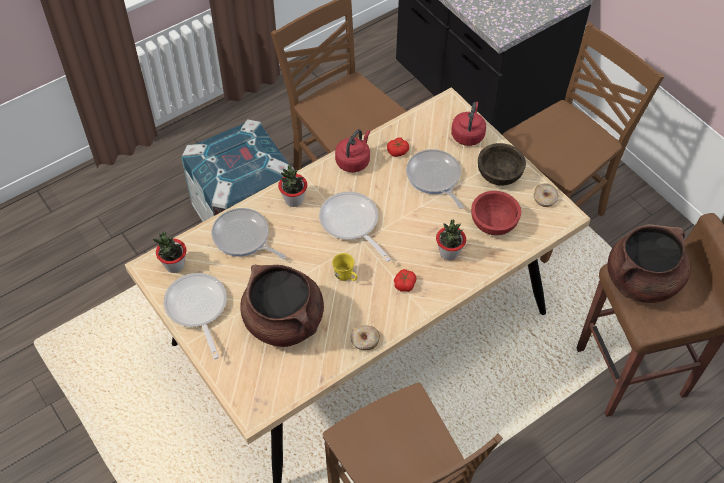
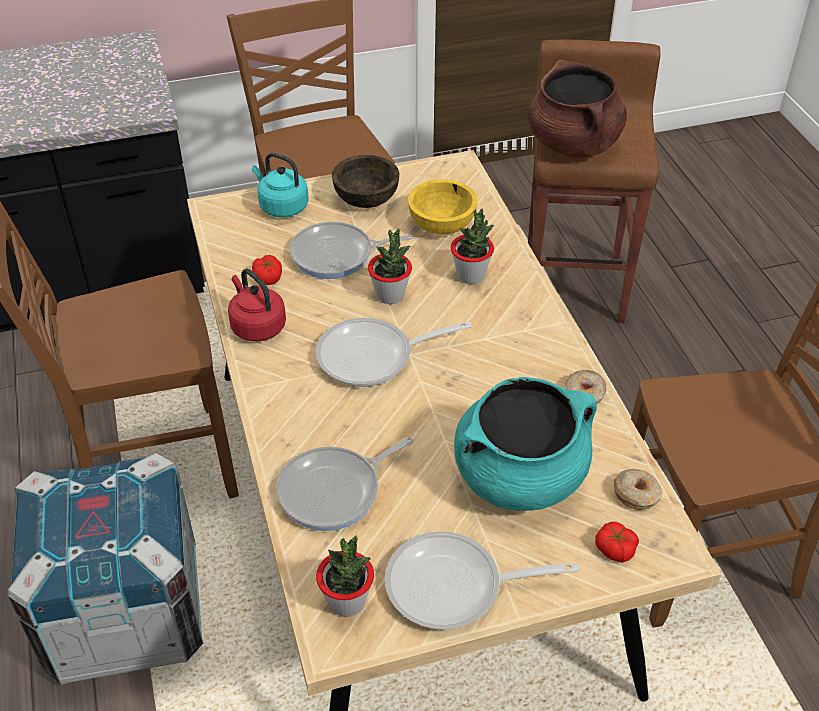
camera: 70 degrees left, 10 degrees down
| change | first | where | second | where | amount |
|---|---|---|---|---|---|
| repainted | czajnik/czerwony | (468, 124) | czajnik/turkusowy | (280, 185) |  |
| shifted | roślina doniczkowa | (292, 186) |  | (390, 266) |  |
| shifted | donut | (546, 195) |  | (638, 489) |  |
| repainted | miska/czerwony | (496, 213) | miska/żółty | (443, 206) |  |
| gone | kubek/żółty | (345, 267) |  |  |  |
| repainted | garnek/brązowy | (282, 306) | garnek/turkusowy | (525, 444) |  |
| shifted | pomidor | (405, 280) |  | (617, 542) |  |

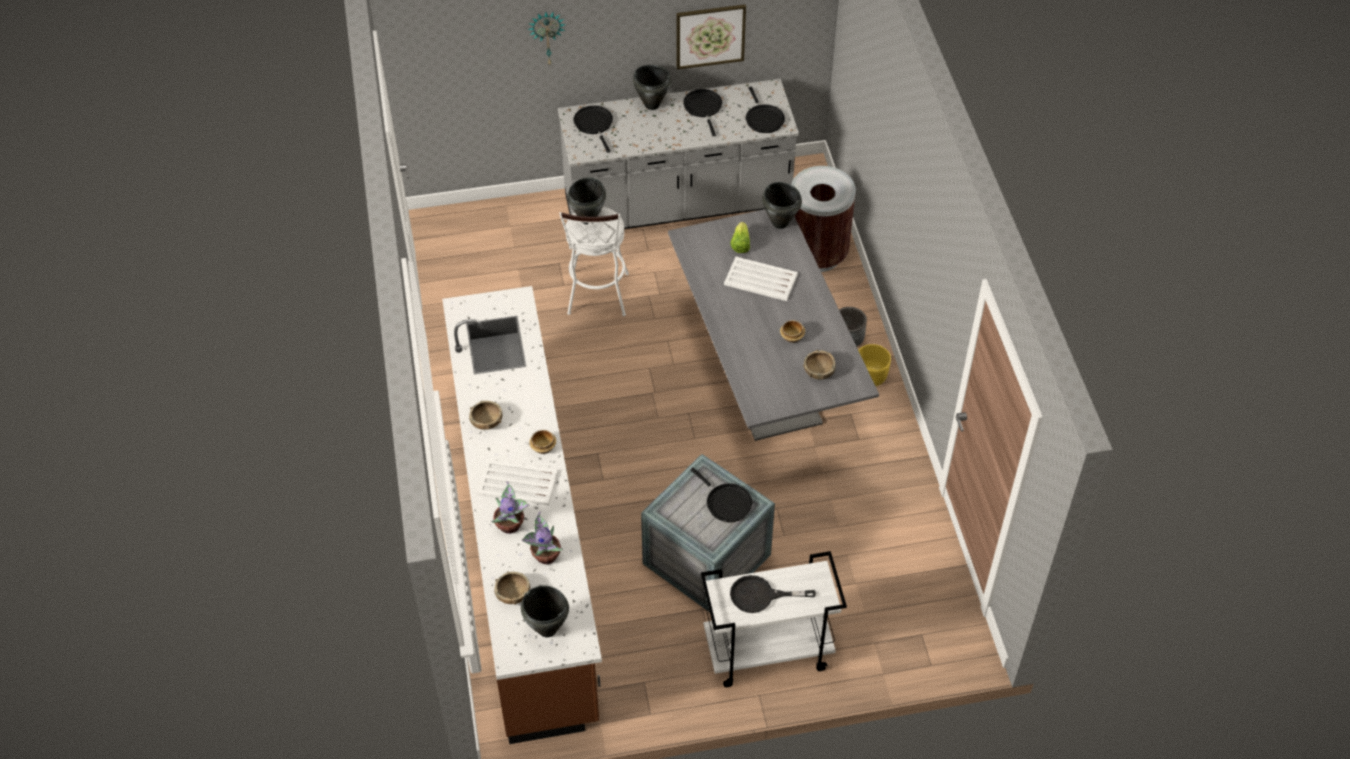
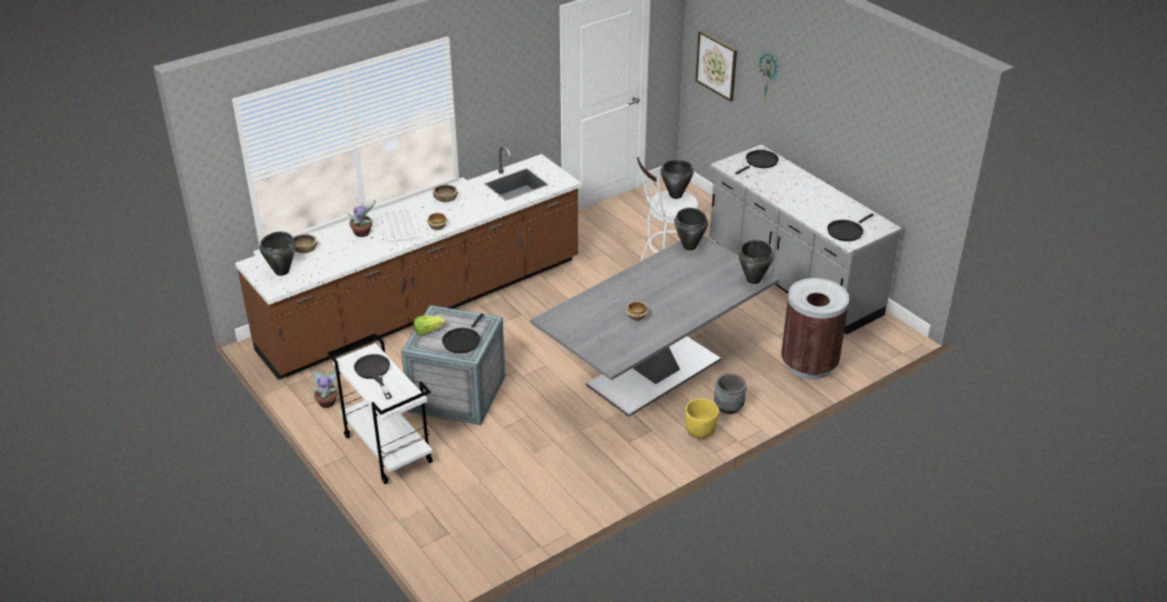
camera: 65 degrees right, 15 degrees down
| change | first | where | second | where | amount |
|---|---|---|---|---|---|
| shifted | obraz | (711, 37) |  | (716, 66) |  |
| shifted | garnek/czarny | (652, 87) |  | (691, 229) |  |
| gone | patelnia/czarny | (702, 112) |  |  |  |
| shifted | sałata | (740, 237) |  | (430, 326) |  |
| gone | taca/biały | (761, 279) |  |  |  |
| gone | miska/brązowy | (819, 364) |  |  |  |
| shifted | roślina doniczkowa | (542, 538) |  | (324, 388) |  |

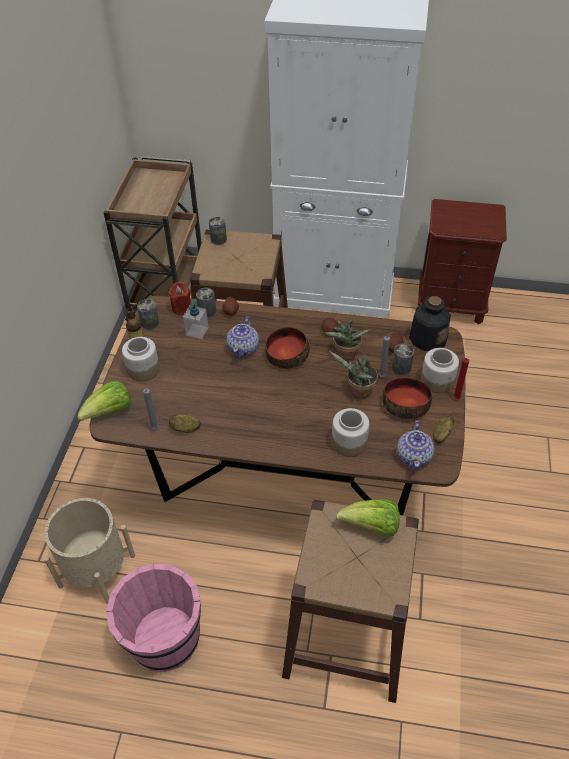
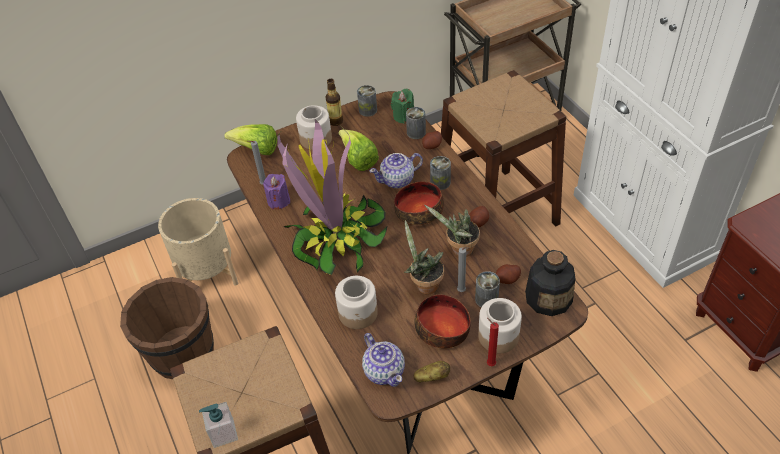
camera: 55 degrees right, 0 degrees up
| change | first | where | second | where | amount |
|---|---|---|---|---|---|
| shifted | puszka | (218, 231) |  | (440, 173) |  |
| repainted | świeca/czerwony | (180, 298) | świeca/zielony | (402, 106) |  |
| shifted | dozownik mydła | (196, 319) |  | (218, 425) |  |
| swapped | ziemniak | (185, 423) | świeca/fioletowy | (276, 192) |  |
| rotated | imbryk | (416, 445) |  | (383, 360) | 90 degrees counterclockwise |
| shifted | sałata | (368, 517) |  | (358, 150) |  |
| repainted | wiadro/różowy | (153, 618) | wiadro/brązowy | (167, 328) |  |
| new |  |  | roślina doniczkowa | (332, 196) |  |

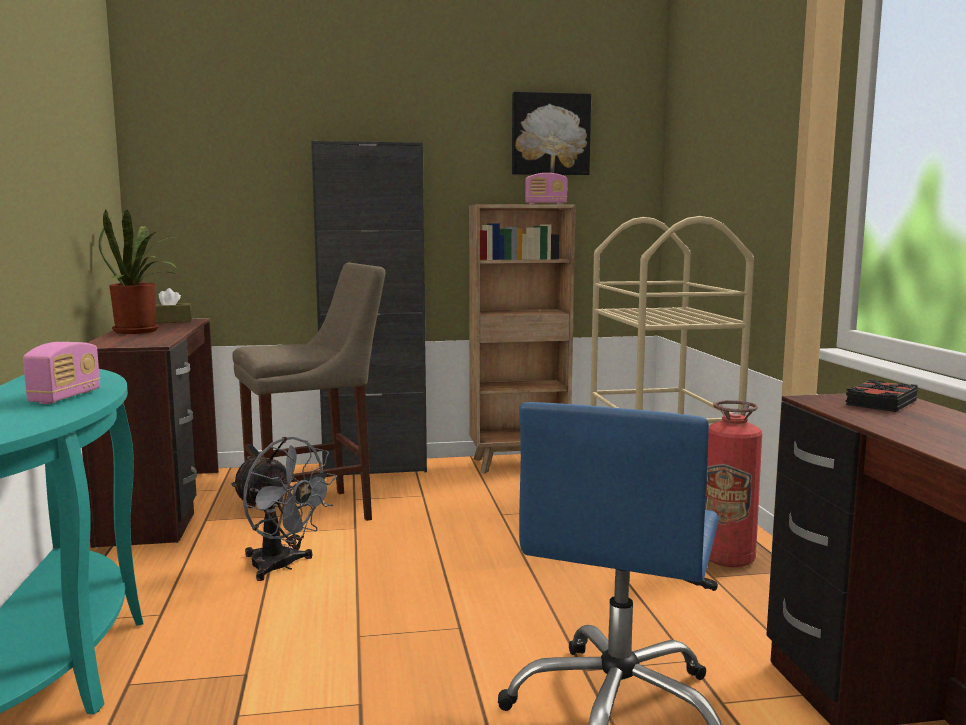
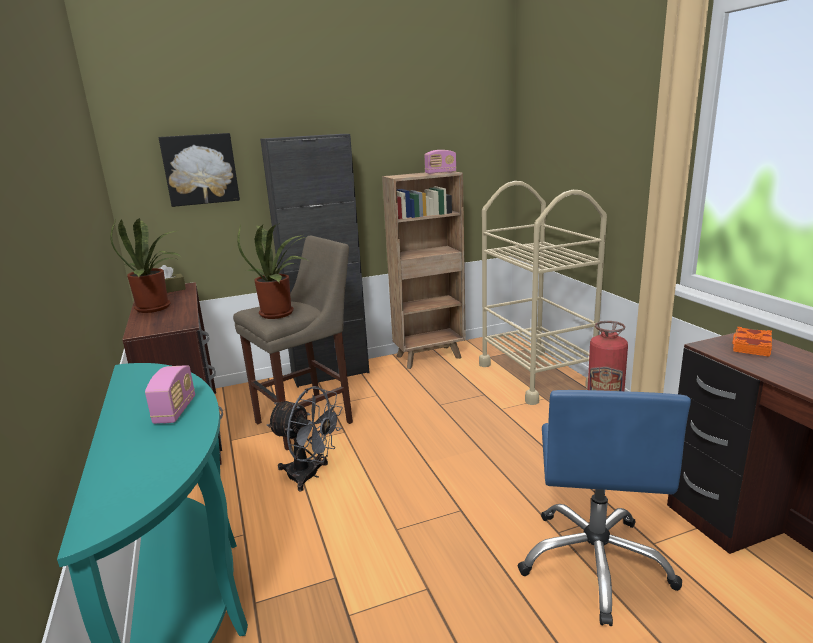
camera: 10 degrees left, 10 degrees up
| change | first | where | second | where | amount |
|---|---|---|---|---|---|
| shifted | obraz | (551, 133) |  | (199, 170) |  |
| repainted | książka/czarny | (881, 395) | książka/pomarańczowy | (752, 342) |  |
| new |  |  | roślina doniczkowa | (272, 271) |  |

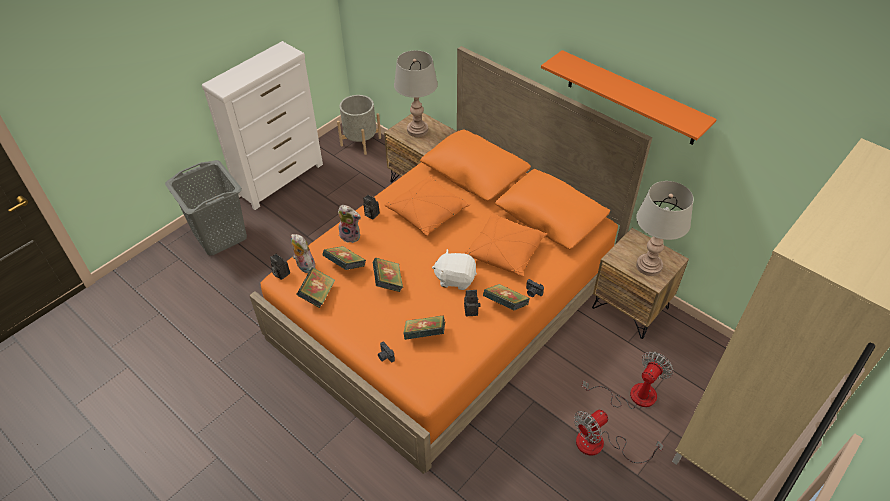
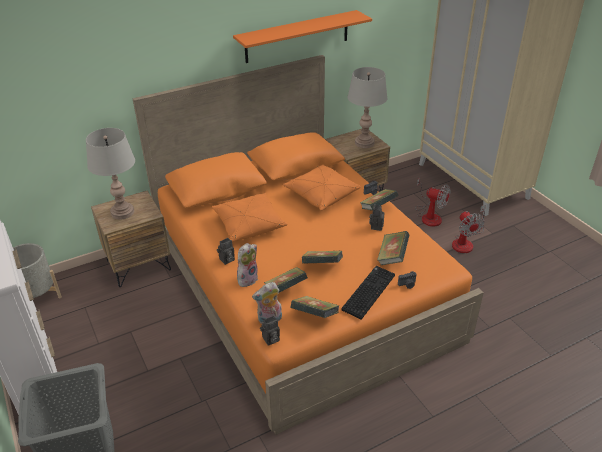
camera: 70 degrees left, 10 degrees down
| change | first | where | second | where | amount |
|---|---|---|---|---|---|
| gone | pluszak/biały | (454, 269) |  |  |  |
| rotated | wentylator | (628, 380) |  | (433, 202) | 150 degrees clockwise |
| new |  |  | klawiatura | (368, 293) |  |

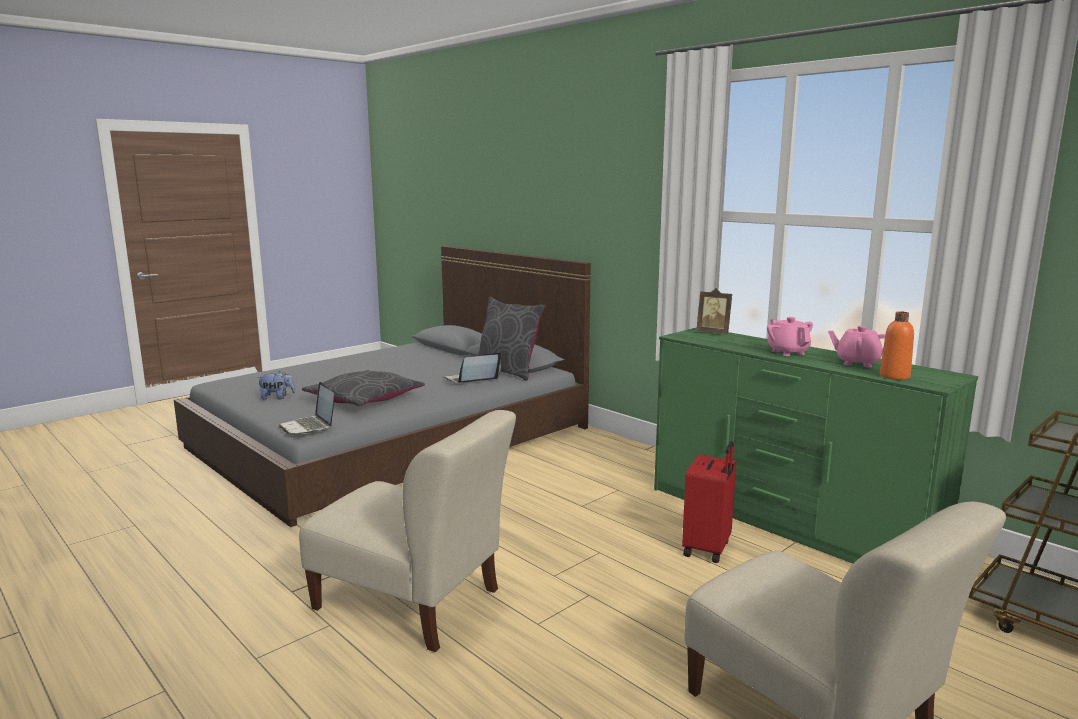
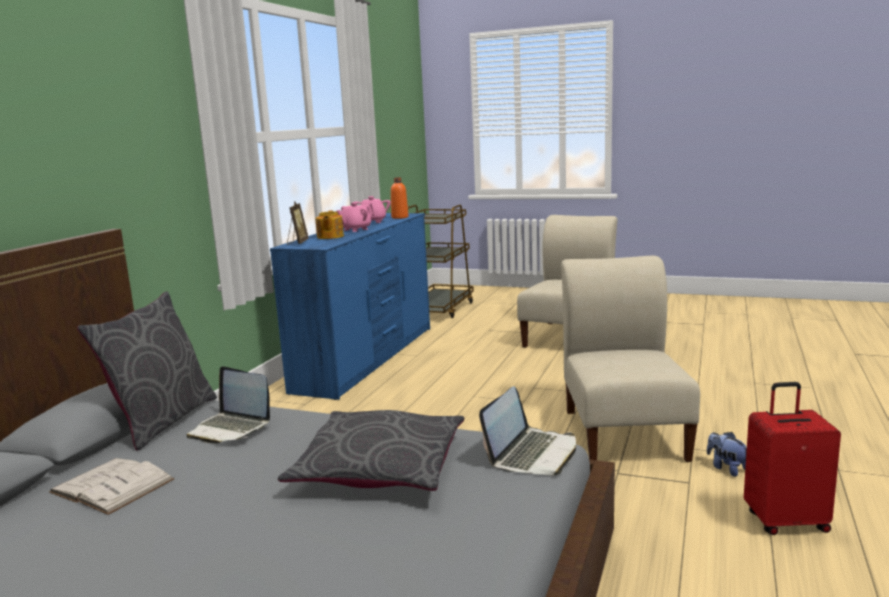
camera: 115 degrees left, 0 degrees up
| change | first | where | second | where | amount |
|---|---|---|---|---|---|
| repainted | komoda/zielony | (816, 445) | komoda/niebieski | (350, 306) |  |
| shifted | pluszak | (276, 385) |  | (727, 454) |  |
| shifted | walizka/czerwony | (709, 502) |  | (792, 458) |  |
| new |  |  | imbryk | (329, 224) |  |
| new |  |  | książka/biały | (111, 486) |  |

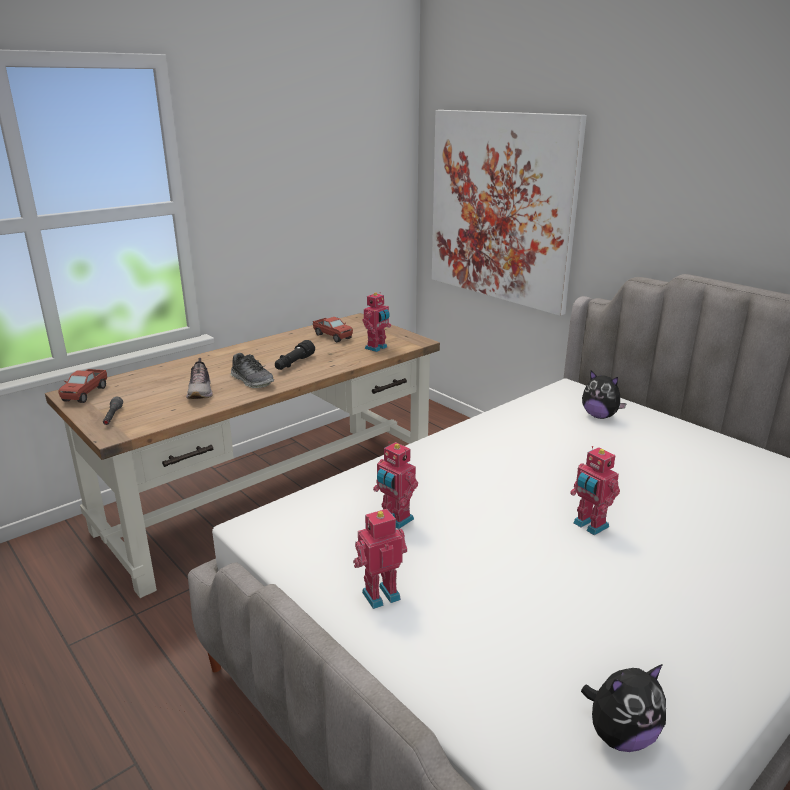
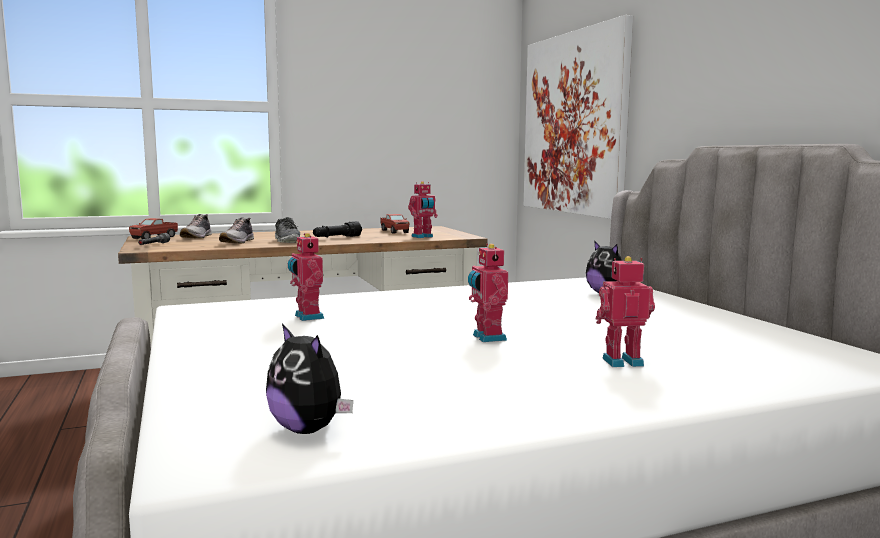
camera: 20 degrees right, 15 degrees down
| change | first | where | second | where | amount |
|---|---|---|---|---|---|
| shifted | robot zabawkowy | (380, 559) |  | (625, 311) |  |
| rotated | pluszak | (623, 708) |  | (309, 379) | 45 degrees clockwise |
| new |  |  | but | (196, 226) |  |

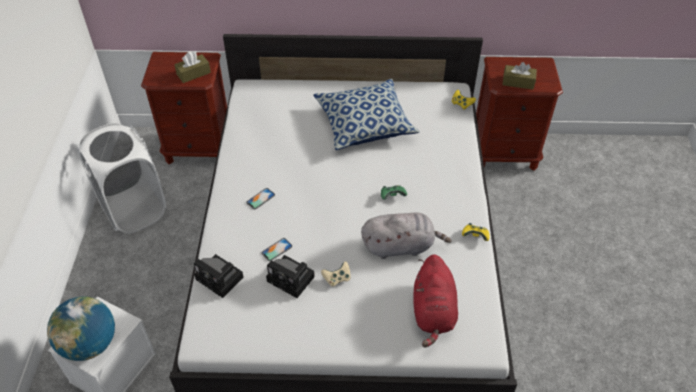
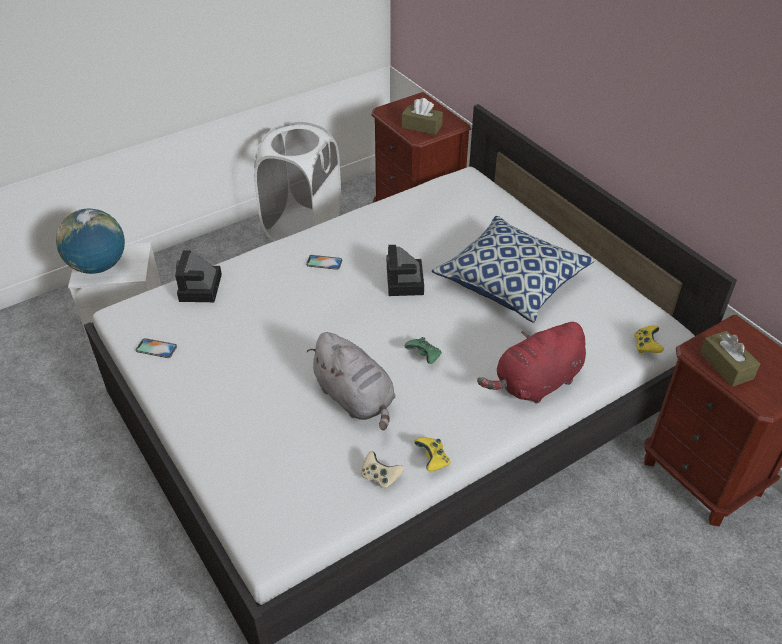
camera: 55 degrees right, 5 degrees down
| change | first | where | second | where | amount |
|---|---|---|---|---|---|
| shifted | telefon | (277, 249) |  | (156, 348) |  |
| shifted | pluszak/czerwony | (436, 301) |  | (531, 363) |  |
| shifted | aparat fotograficzny | (290, 276) |  | (405, 270) |  |
| shifted | pad do gier/beżowy | (335, 273) |  | (382, 470) |  |

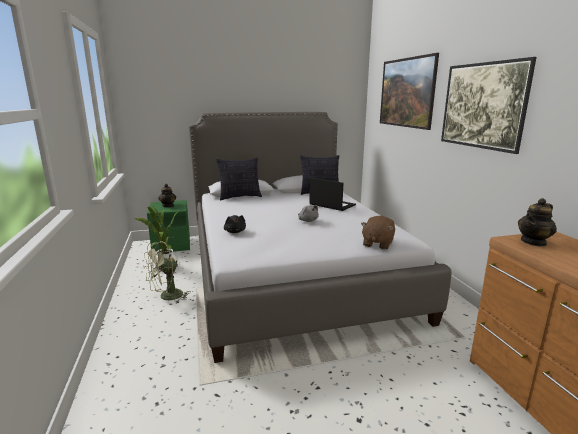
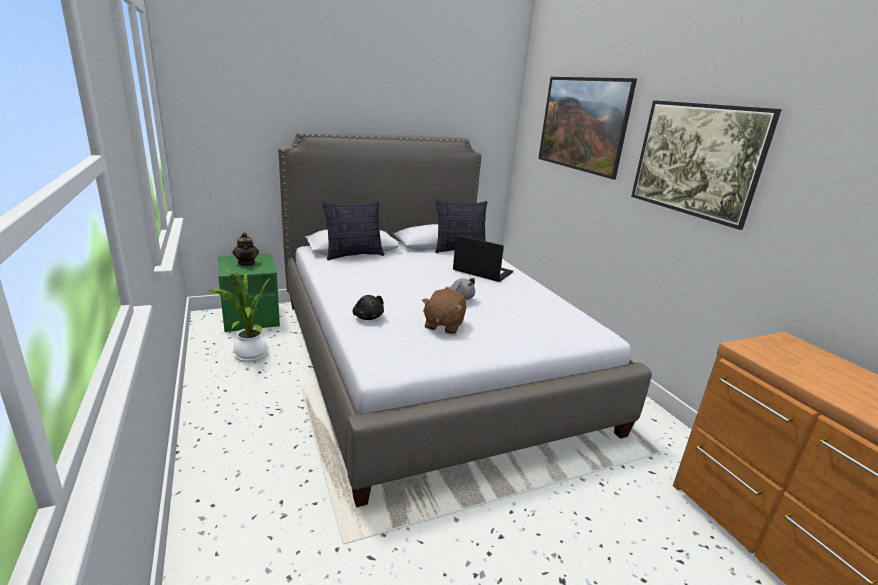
camera: 10 degrees left, 5 degrees up
| change | first | where | second | where | amount |
|---|---|---|---|---|---|
| gone | imbryk | (537, 222) |  |  |  |
| shifted | pluszak/brązowy | (378, 233) |  | (444, 311) |  |
| gone | wentylator/zielony | (167, 272) |  |  |  |

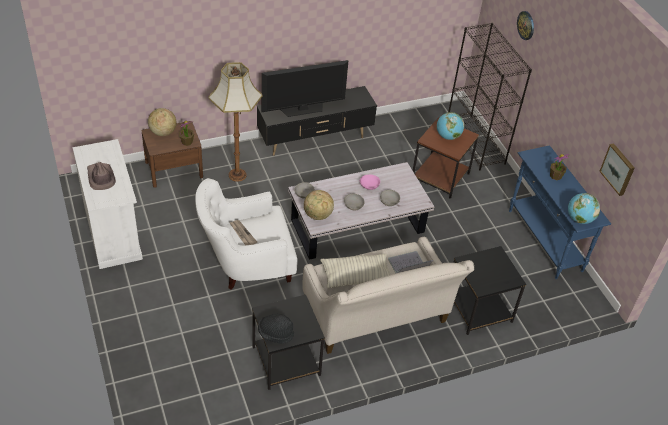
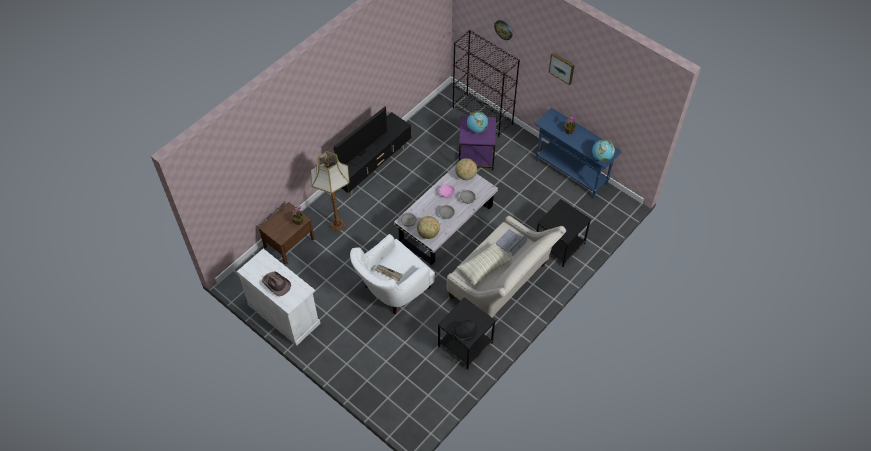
camera: 25 degrees left, 10 degrees up
| change | first | where | second | where | amount |
|---|---|---|---|---|---|
| shifted | globus | (162, 122) |  | (466, 169) |  |
| repainted | stolik/brązowy | (446, 158) | stolik/fioletowy | (477, 143) |  |
| shifted | obraz | (617, 169) |  | (561, 68) |  |

